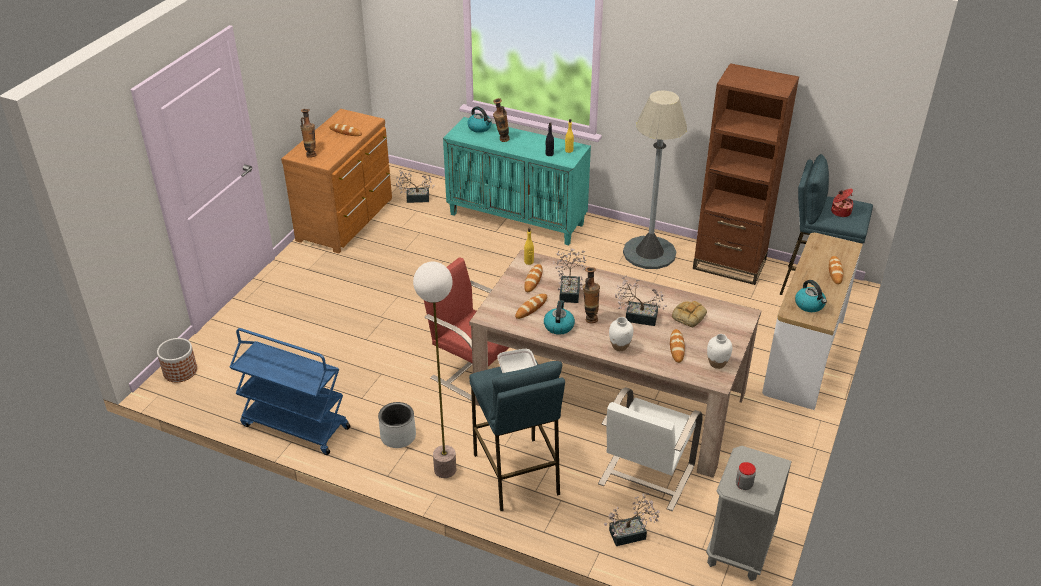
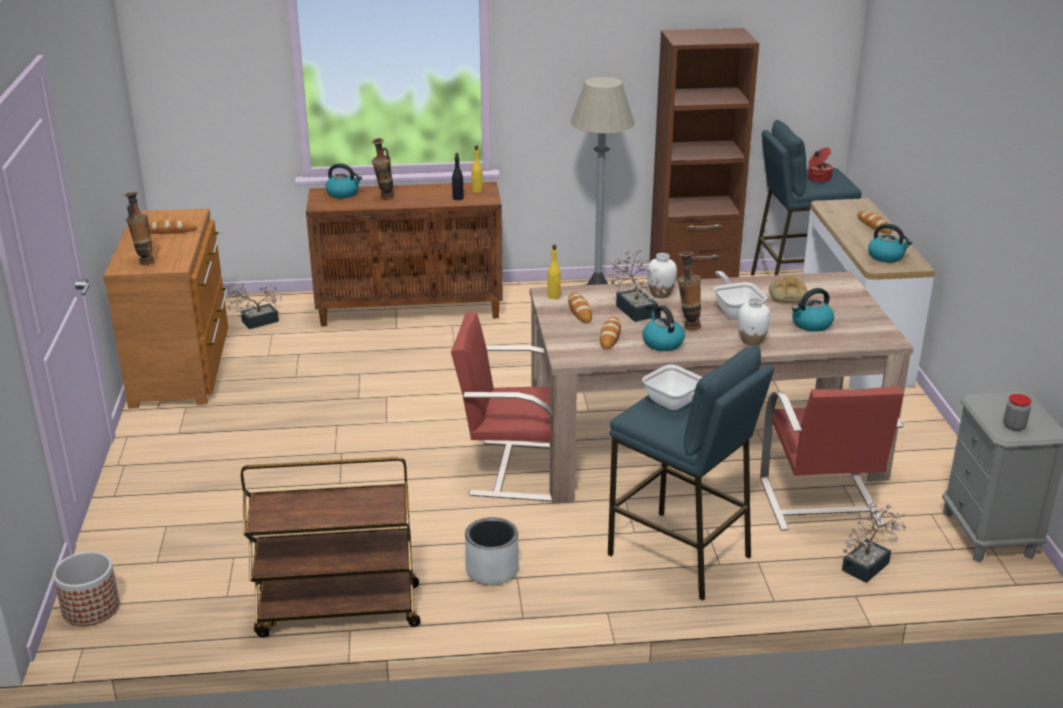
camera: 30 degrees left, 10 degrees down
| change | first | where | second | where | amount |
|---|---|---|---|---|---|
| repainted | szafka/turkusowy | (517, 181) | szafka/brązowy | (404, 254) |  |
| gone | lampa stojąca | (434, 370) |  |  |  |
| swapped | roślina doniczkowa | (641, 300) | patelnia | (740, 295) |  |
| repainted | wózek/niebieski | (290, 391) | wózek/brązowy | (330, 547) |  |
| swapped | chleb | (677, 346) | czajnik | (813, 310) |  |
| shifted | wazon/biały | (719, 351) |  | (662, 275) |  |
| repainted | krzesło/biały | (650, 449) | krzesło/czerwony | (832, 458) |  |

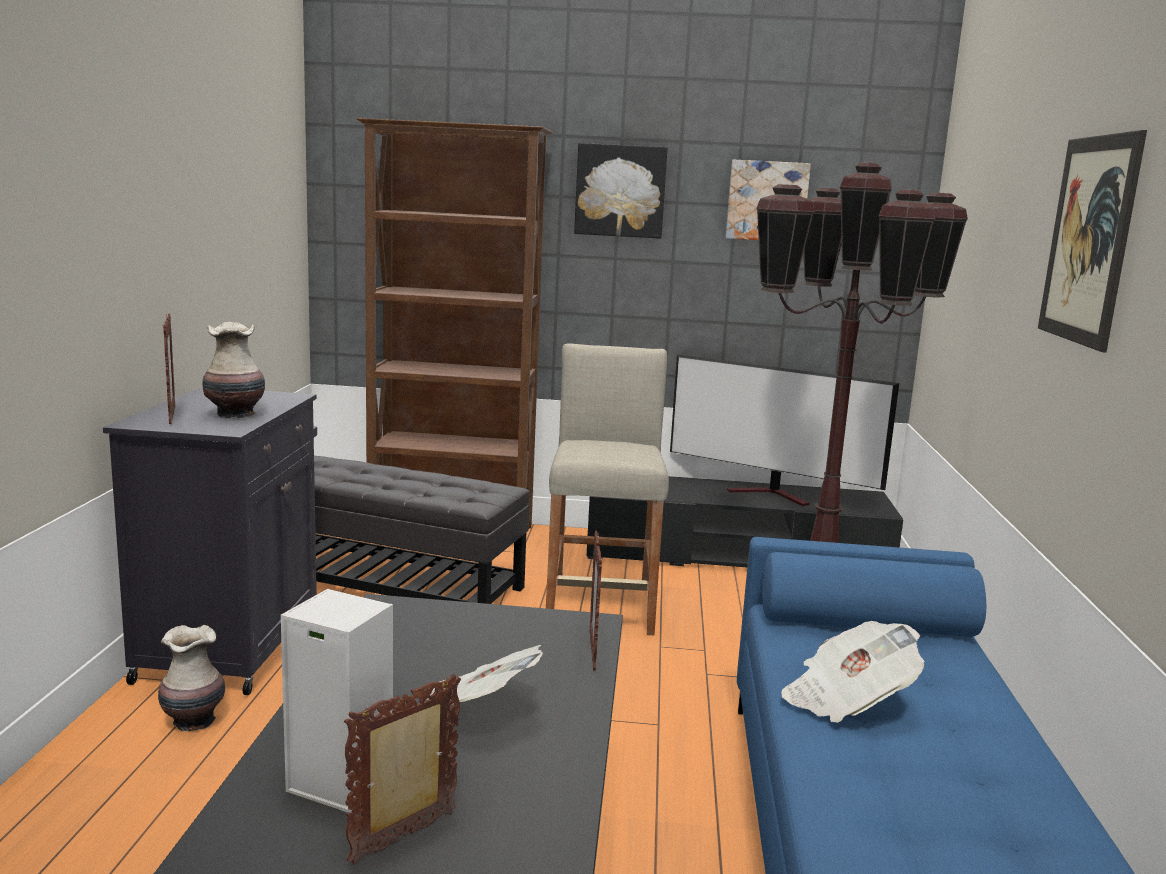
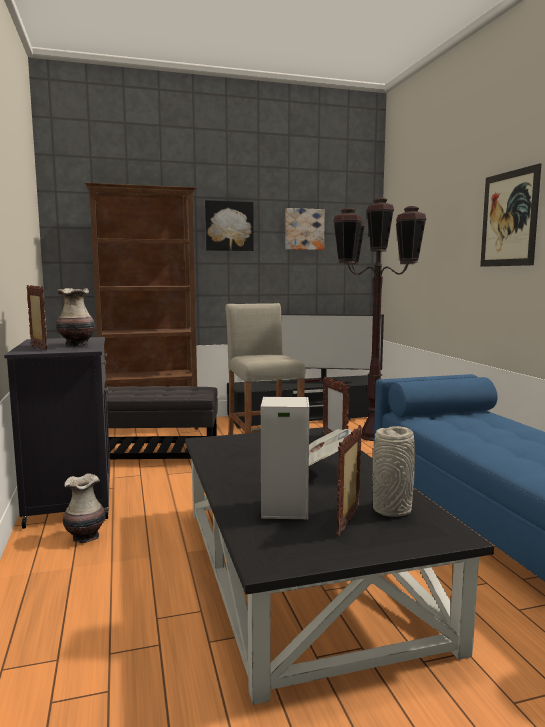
camera: 20 degrees left, 5 degrees down
| change | first | where | second | where | amount |
|---|---|---|---|---|---|
| gone | gazeta | (852, 672) |  |  |  |
| new |  |  | wazon/szary | (393, 471) |  |

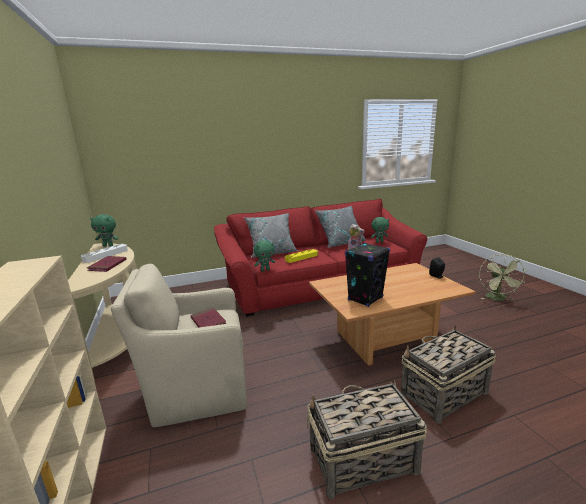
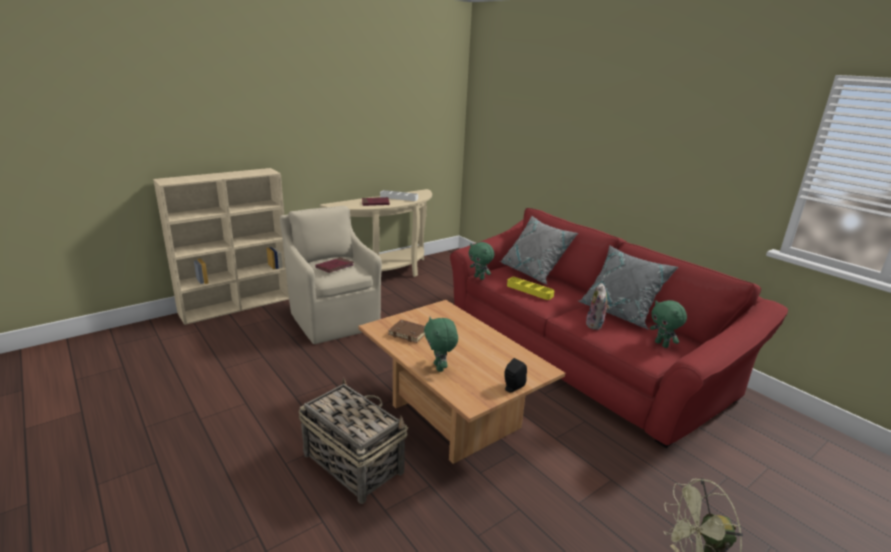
camera: 70 degrees right, 5 degrees up
| change | first | where | second | where | amount |
|---|---|---|---|---|---|
| shifted | pluszak/zielony | (104, 230) |  | (441, 344) |  |
| swapped | głośnik/czarny | (367, 274) | książka/brązowy | (406, 331) |  |
| gone | koszyk | (367, 439) |  |  |  |

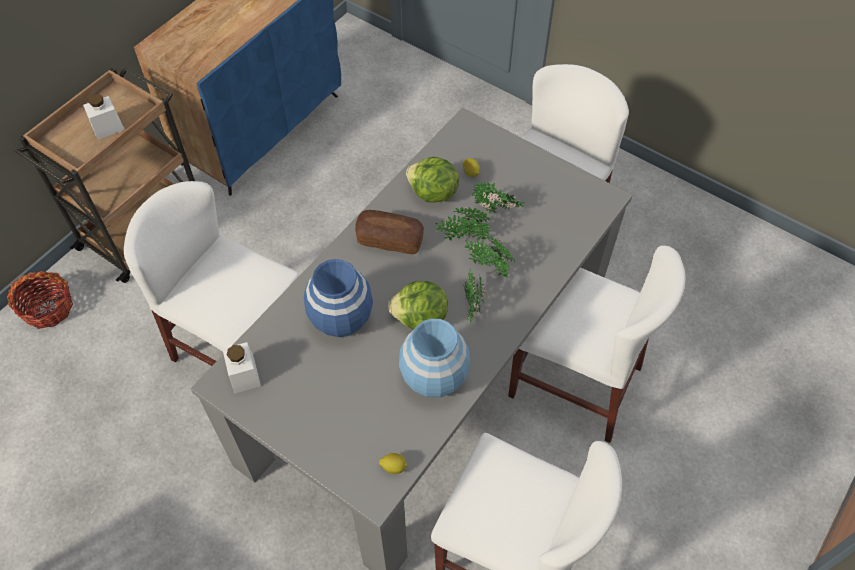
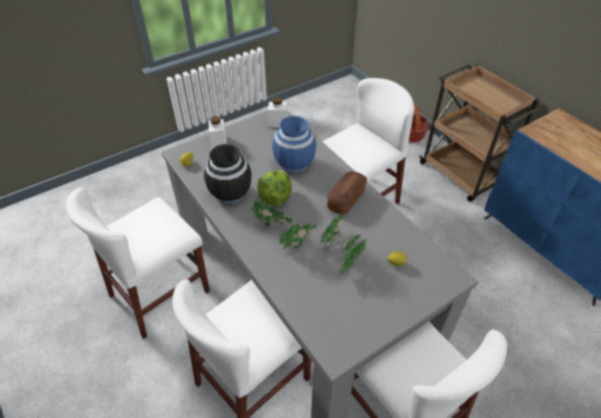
camera: 110 degrees right, 10 degrees down
| change | first | where | second | where | amount |
|---|---|---|---|---|---|
| shifted | słoik/biały | (104, 117) |  | (218, 132) |  |
| gone | sałata | (432, 180) |  |  |  |
| repainted | wazon/niebieski | (434, 358) | wazon/czarny | (228, 174) |  |

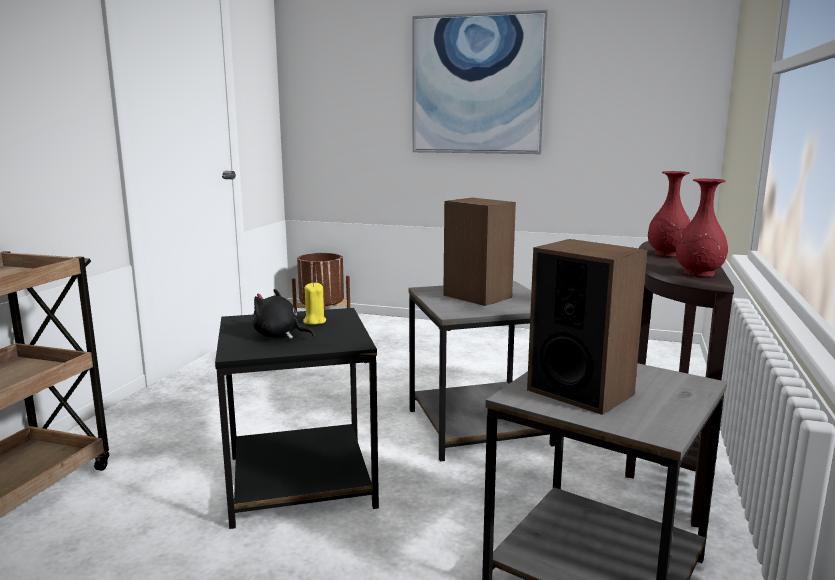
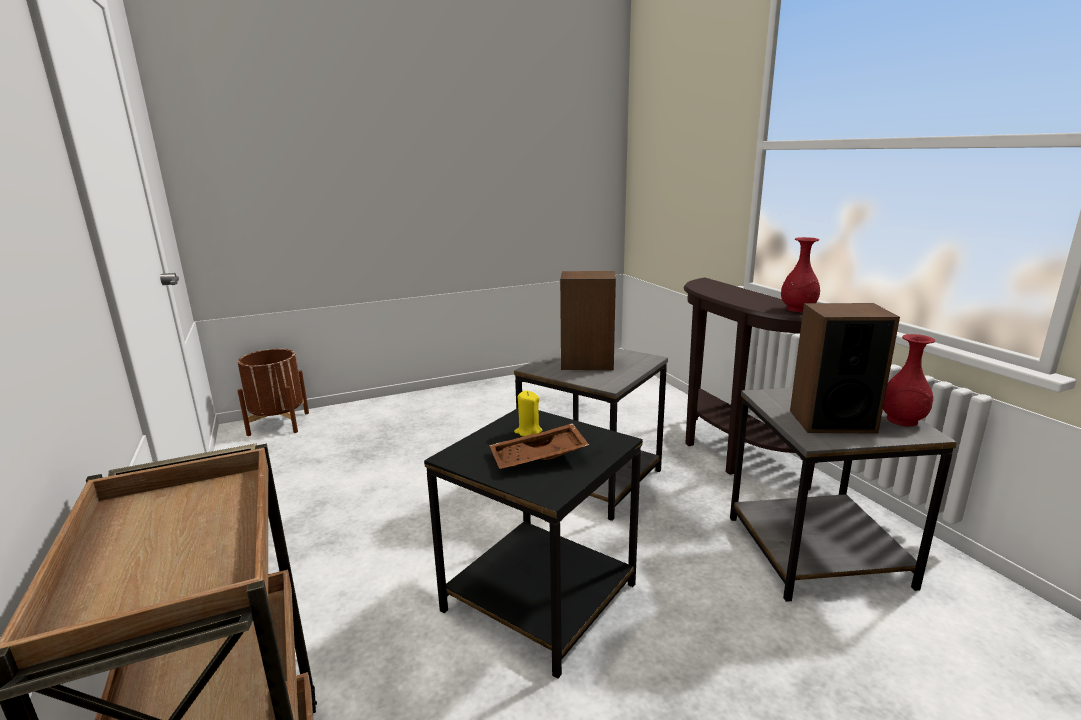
camera: 40 degrees left, 5 degrees up
| change | first | where | second | where | amount |
|---|---|---|---|---|---|
| gone | obraz | (480, 82) |  |  |  |
| shifted | wazon/czerwony | (669, 214) |  | (909, 380) |  |
| swapped | pluszak/czarny | (283, 314) | taca/brązowy | (539, 446) |  |

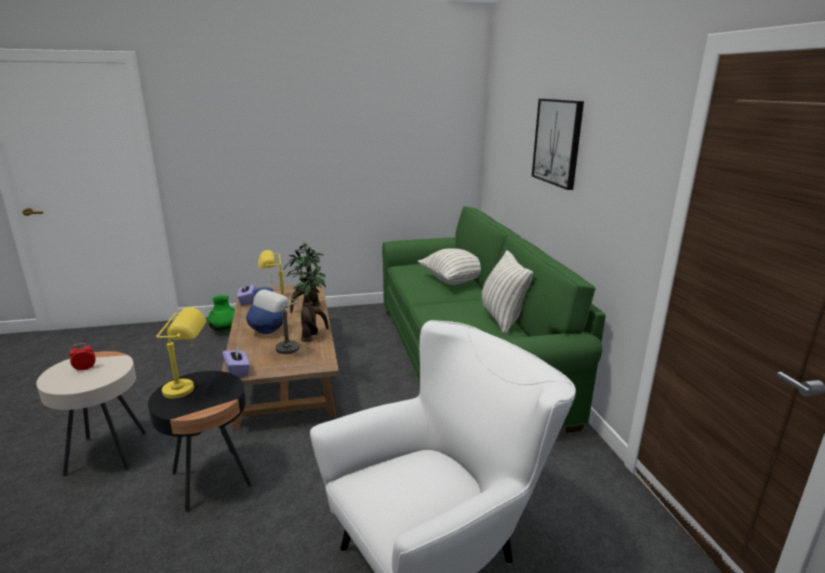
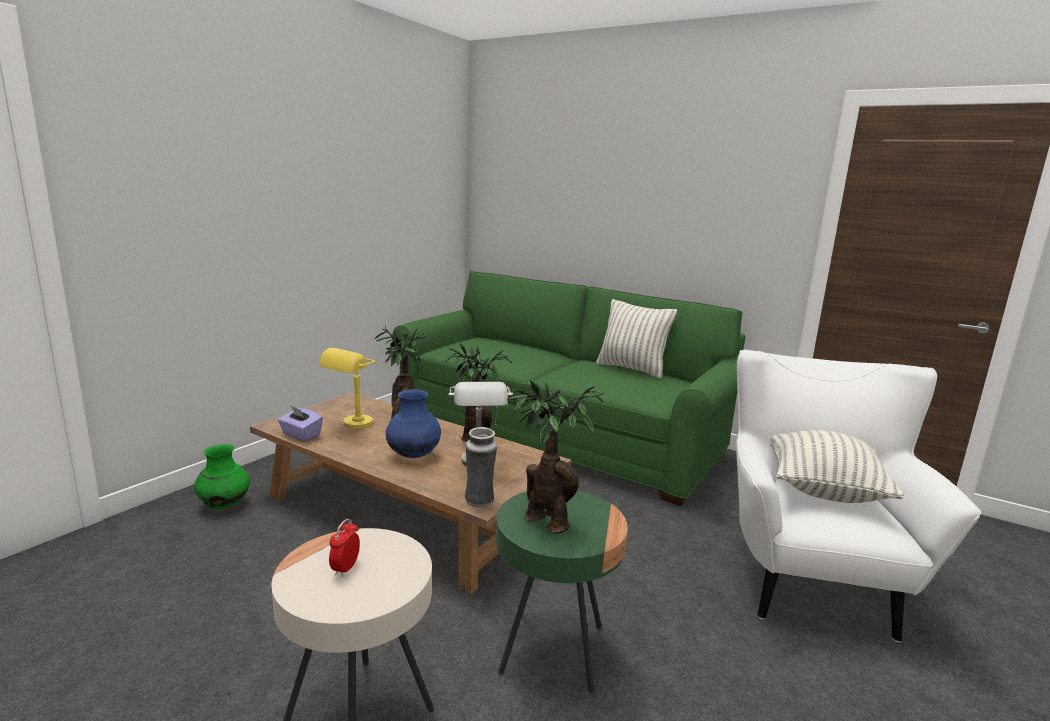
camera: 45 degrees left, 5 degrees down
| change | first | where | second | where | amount |
|---|---|---|---|---|---|
| gone | obraz | (558, 144) |  |  |  |
| shifted | poduszka | (449, 266) |  | (837, 466) |  |
| swapped | lampa stołowa/żółty | (181, 353) | roślina doniczkowa | (555, 456) |  |
| swapped | pudełko chusteczek/fioletowy | (236, 361) | wazon | (481, 467) |  |
| repainted | stolik/czarny | (200, 441) | stolik/zielony | (562, 591) |  |

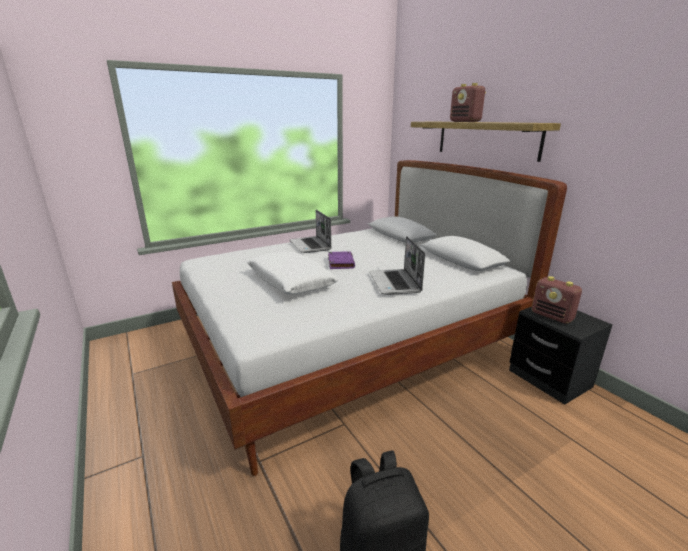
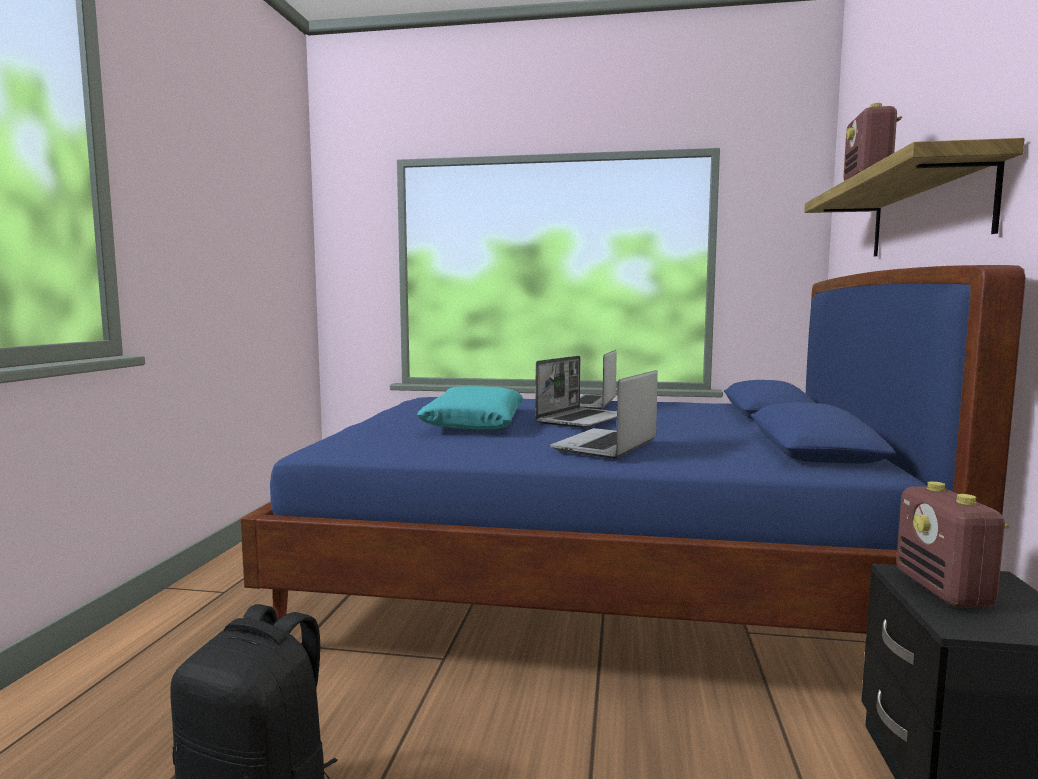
camera: 40 degrees right, 15 degrees down
| change | first | where | second | where | amount |
|---|---|---|---|---|---|
| repainted | łóżko/biały | (369, 318) | łóżko/niebieski | (633, 449) |  |
| repainted | poduszka/biały | (292, 272) | poduszka/turkusowy | (470, 407) |  |
| swapped | książka/fioletowy | (341, 260) | laptop | (576, 392) |  |

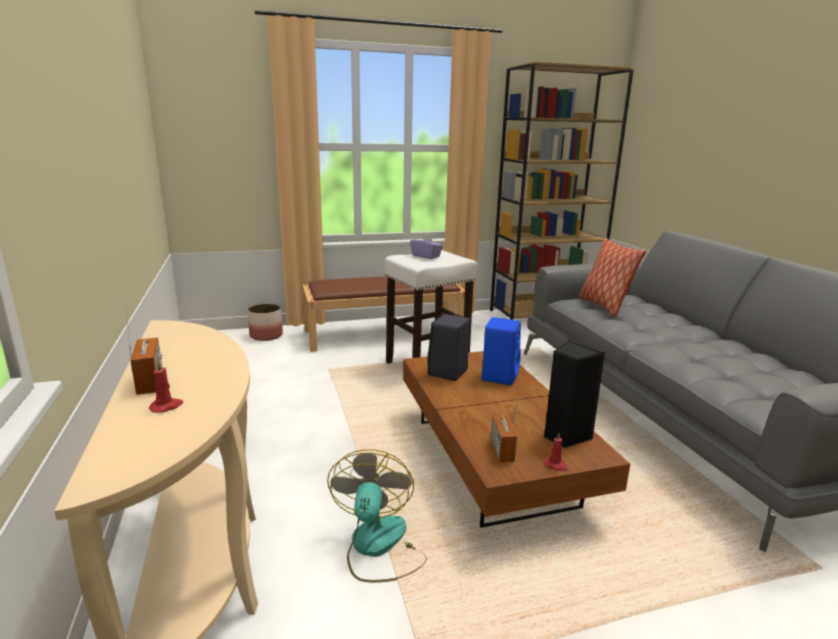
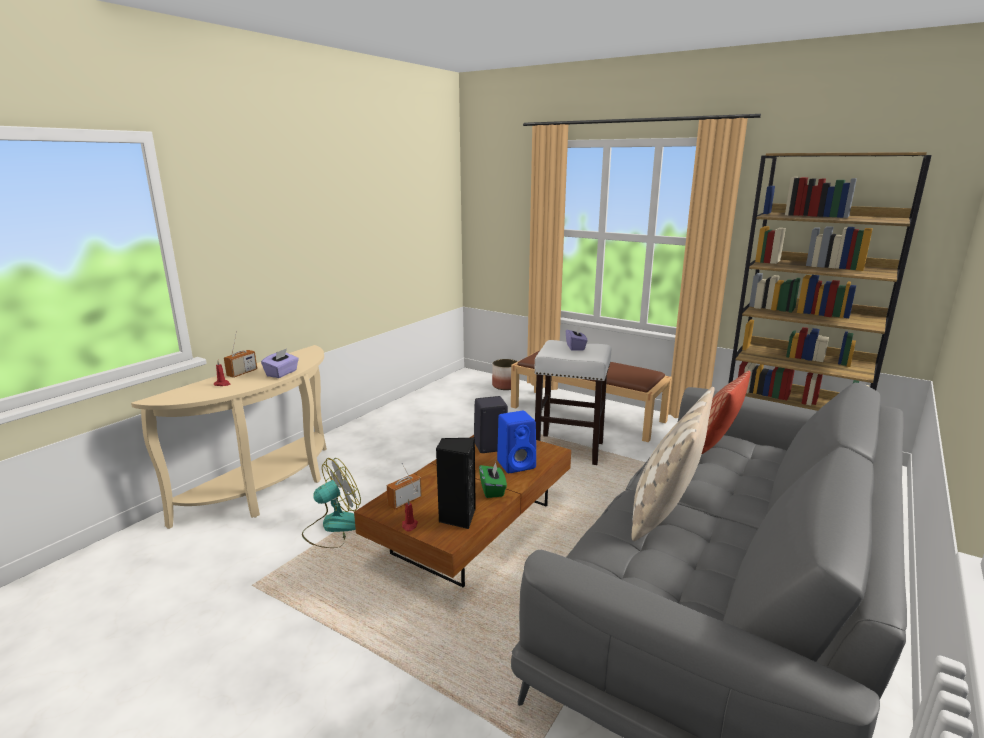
camera: 50 degrees right, 0 degrees up
| change | first | where | second | where | amount |
|---|---|---|---|---|---|
| new |  |  | pudełko chusteczek/fioletowy | (280, 363) |  |
| new |  |  | poduszka/beżowy | (673, 464) |  |
| new |  |  | pudełko chusteczek/zielony | (493, 480) |  |

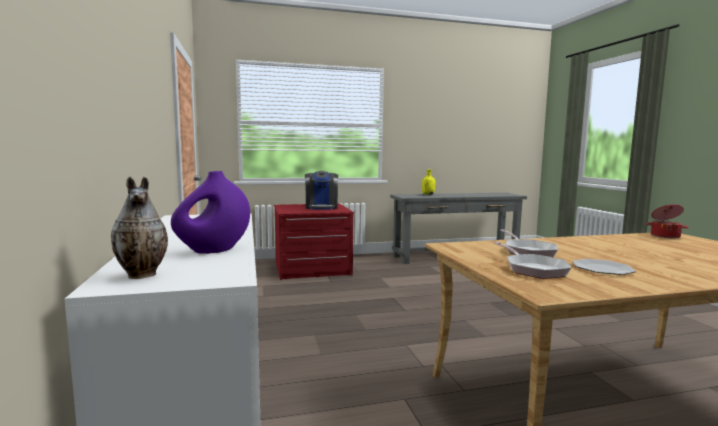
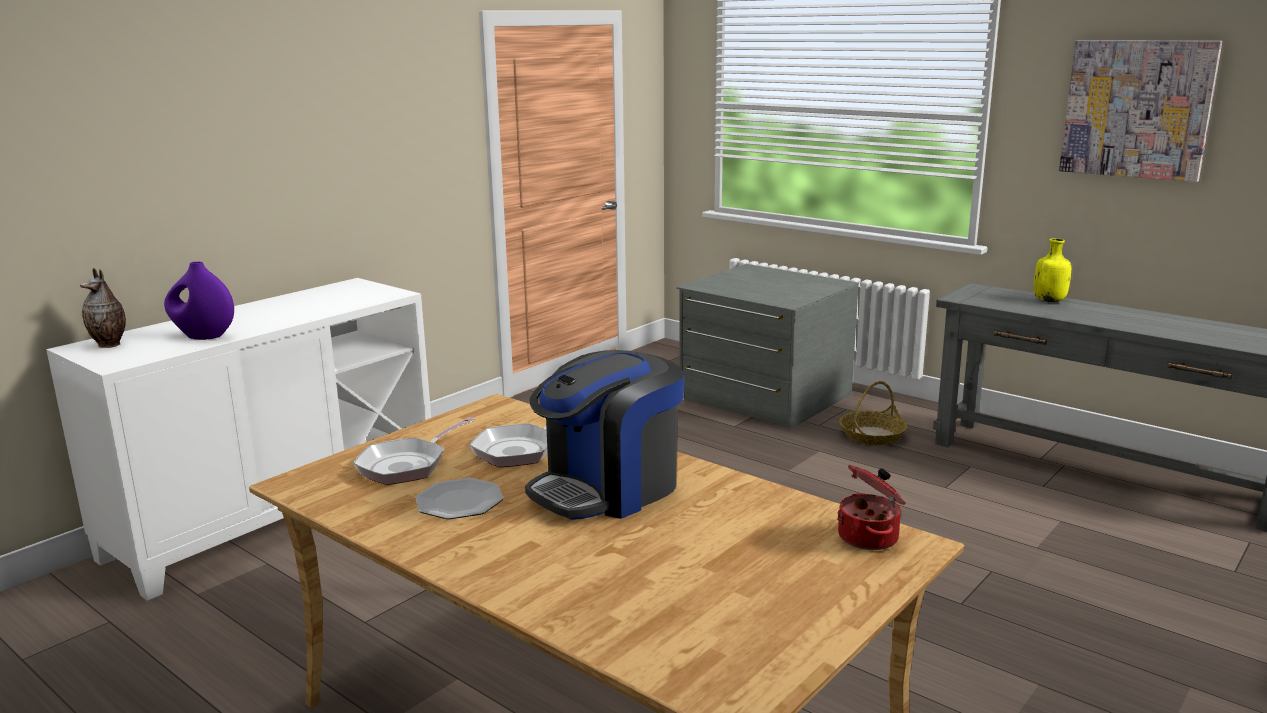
camera: 55 degrees right, 10 degrees up
| change | first | where | second | where | amount |
|---|---|---|---|---|---|
| shifted | ekspres do kawy | (321, 190) |  | (605, 435) |  |
| repainted | komoda/czerwony | (314, 241) | komoda/szary | (767, 346) |  |
| new |  |  | obraz | (1140, 111) |  |
| new |  |  | koszyk | (873, 413) |  |

